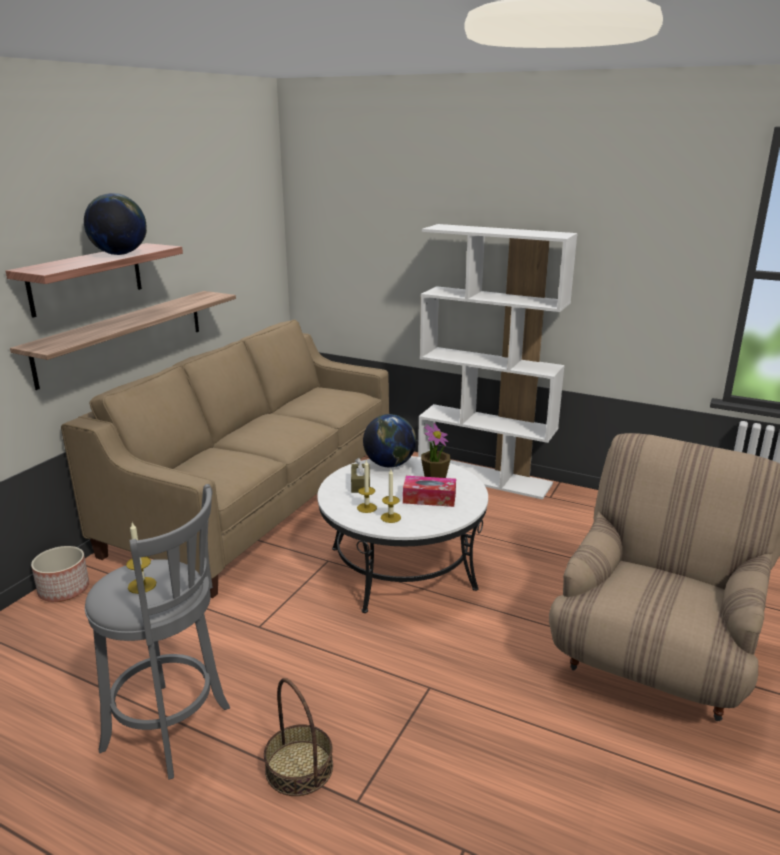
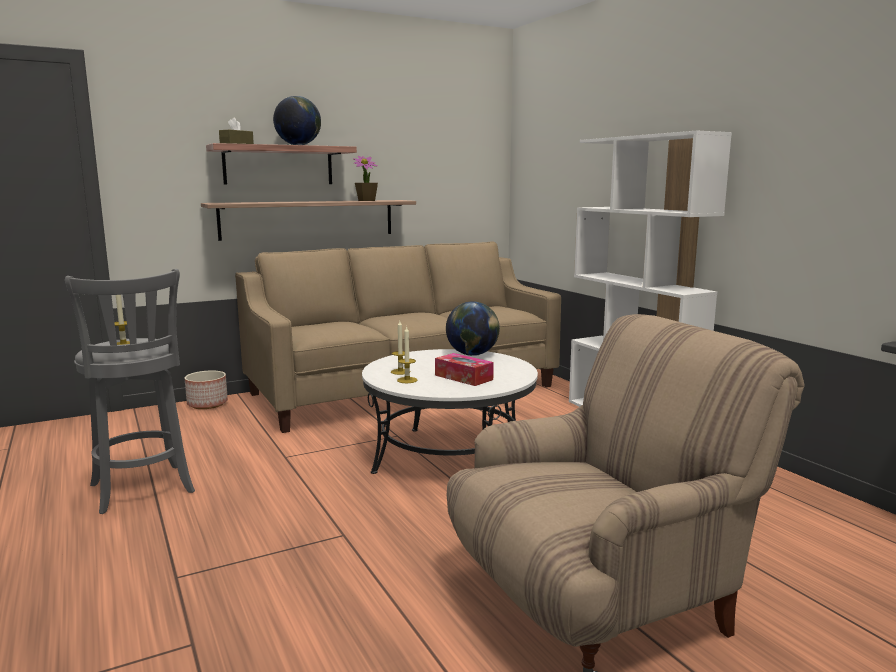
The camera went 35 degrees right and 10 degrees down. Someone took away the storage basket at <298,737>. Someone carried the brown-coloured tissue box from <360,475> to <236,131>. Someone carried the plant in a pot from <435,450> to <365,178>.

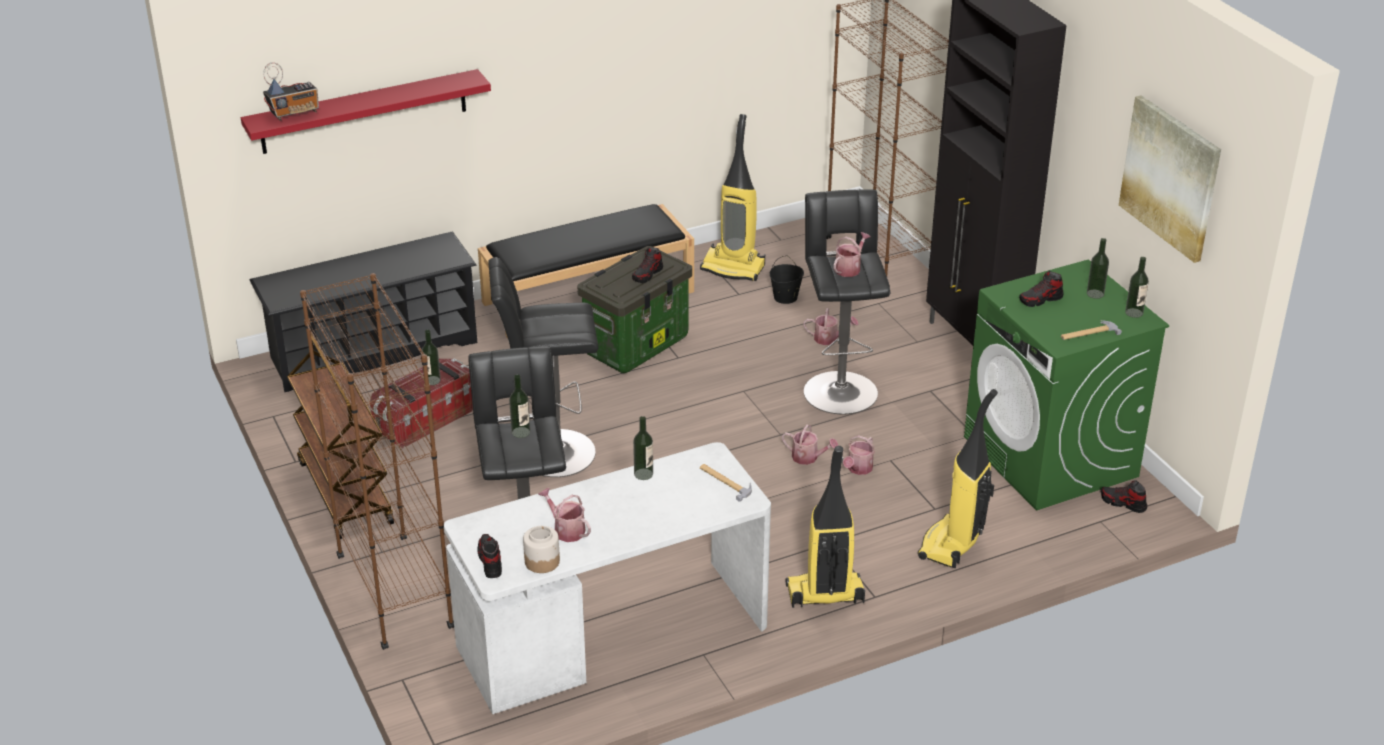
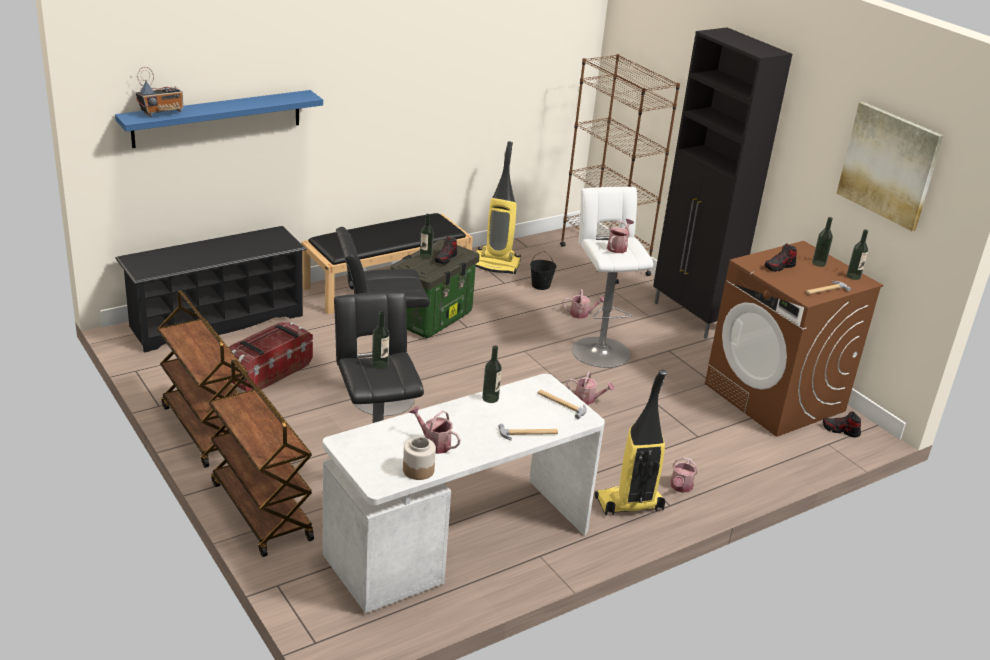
The camera went 10 degrees left and 5 degrees down. Someone repainted the reddish bracket shelf at <366,111>, which became the blue bracket shelf at <219,119>. Someone swapped the brown-coloured bookshelf at <377,461> for the brown-coloured wheeled cart at <261,458>. Someone carried the bottle from <431,357> to <426,236>. Someone took away the shoe at <489,556>. Someone repainted the blackish sitting stool at <847,301>, which became the white sitting stool at <612,277>. Someone carried the sprinkling can from <859,455> to <684,475>. Someone took away the vacuum at <958,478>. Someone repainted the greenish laundry appliance at <1066,384>, which became the brown-coloured laundry appliance at <794,339>. Someone put down the hammer at <528,432>.

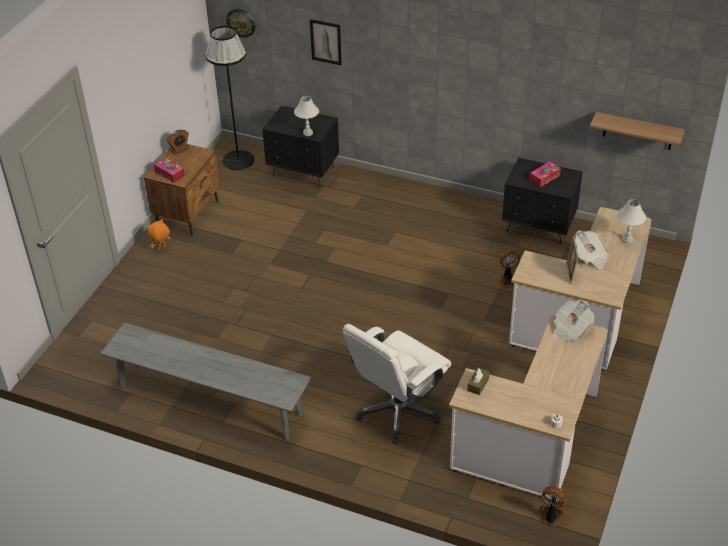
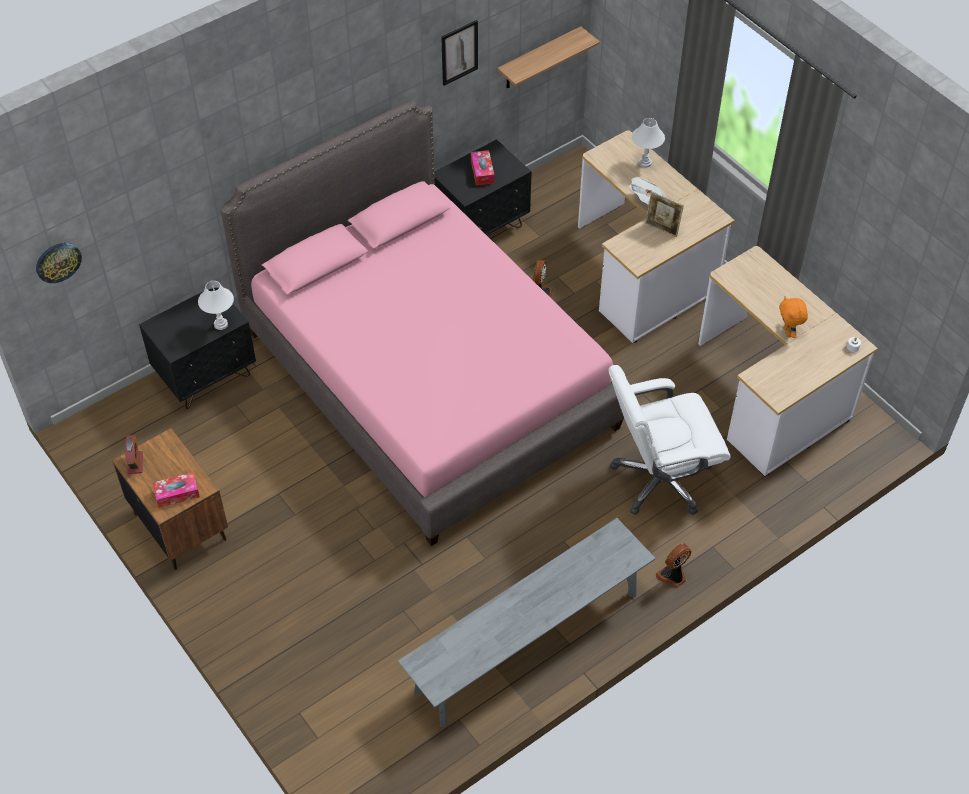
The camera went 60 degrees left and 10 degrees up. Someone carried the orange cuddly toy from <159,234> to <793,317>. Someone took away the blackish standard lamp at <229,98>. Someone carried the wall picture from <326,42> to <459,53>. Someone rotated the white desk chair at <397,384> by 90 degrees clockwise. Someone took away the brown-coloured tissue box at <478,381>. Someone carried the electric fan from <553,506> to <673,565>. Someone took away the daily paper at <574,321>. Someone put down the pink-coloured sleeping bed at <422,323>.

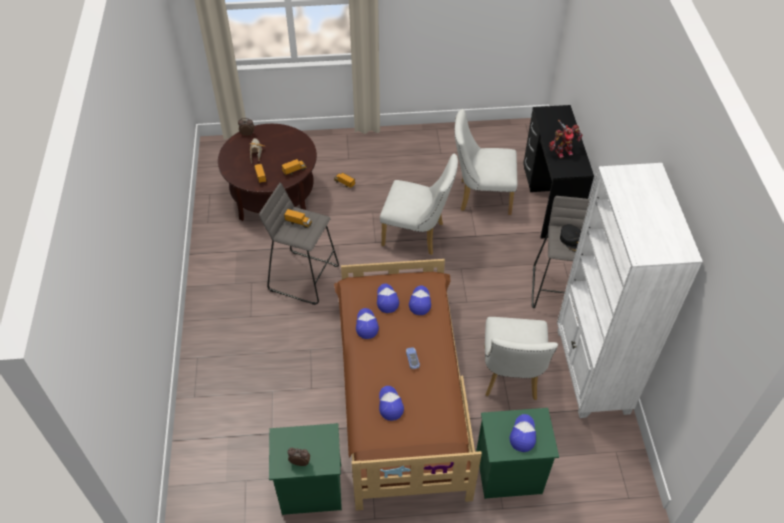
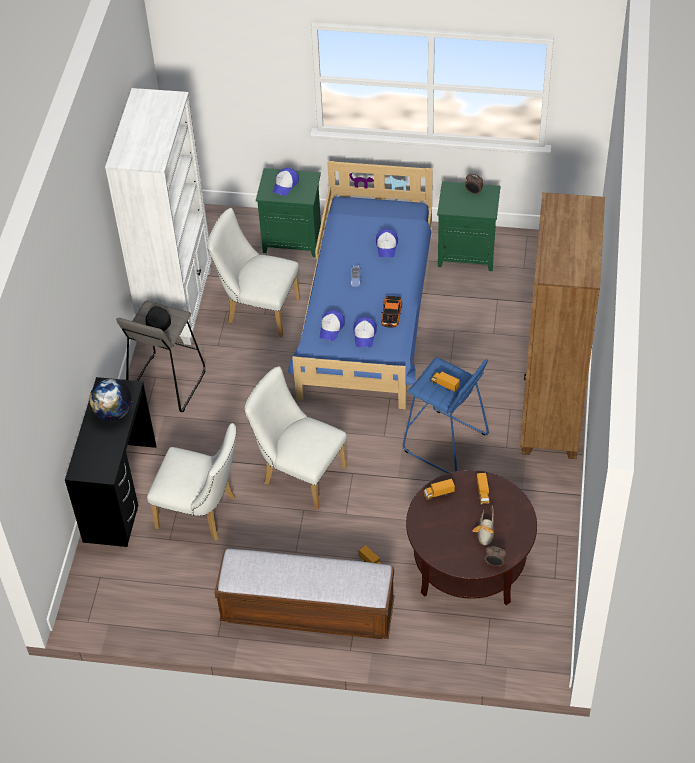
The camera went 165 degrees left and 0 degrees up. Someone repainted the gray sitting stool at <299,244>, which became the blue sitting stool at <446,415>. Someone repainted the brown-coloured sleeping bed at <408,385>, which became the blue sleeping bed at <360,285>. Someone swapped the baseball cap at <367,323> for the model car at <391,312>. Someone rotated the white plain chair at <521,358> by 90 degrees counterclockwise. Someone swapped the toy robot at <566,139> for the world globe at <110,400>. Someone put down the long seat at <304,594>. Someone put down the brown-coloured bookshelf at <562,325>.

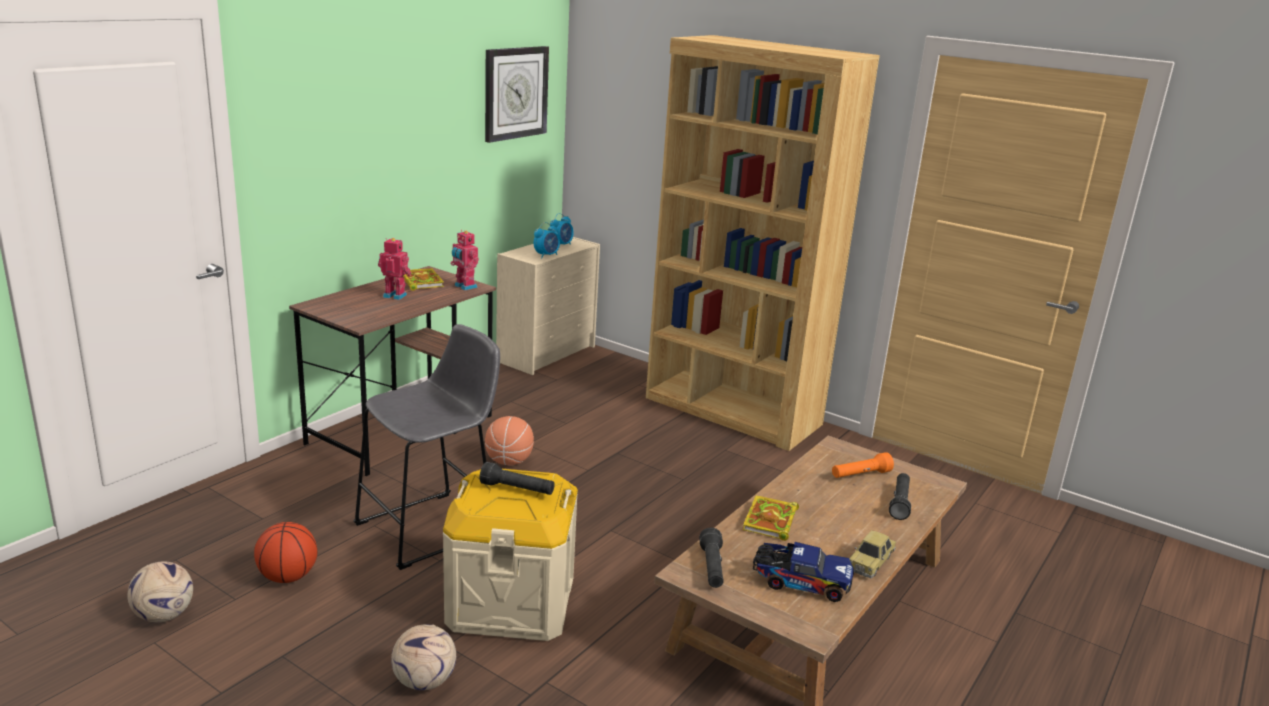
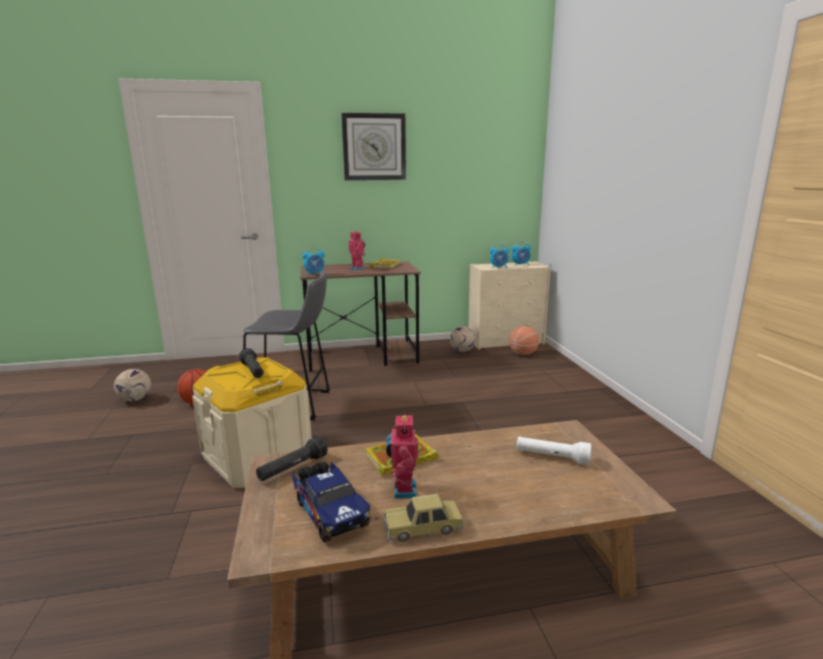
The camera went 45 degrees right and 5 degrees down. Someone carried the ball for football from <423,657> to <463,339>. Someone carried the toy robot from <465,260> to <402,455>. Someone carried the hanging clock from <517,94> to <373,146>. Someone carried the ball for basketball from <509,440> to <524,340>. Someone took away the brown-coloured bookshelf at <763,243>. Someone repainted the orange torch at <863,465>, which became the white torch at <554,451>. Someone took away the blackish torch at <900,496>. Someone put down the table clock at <313,261>.

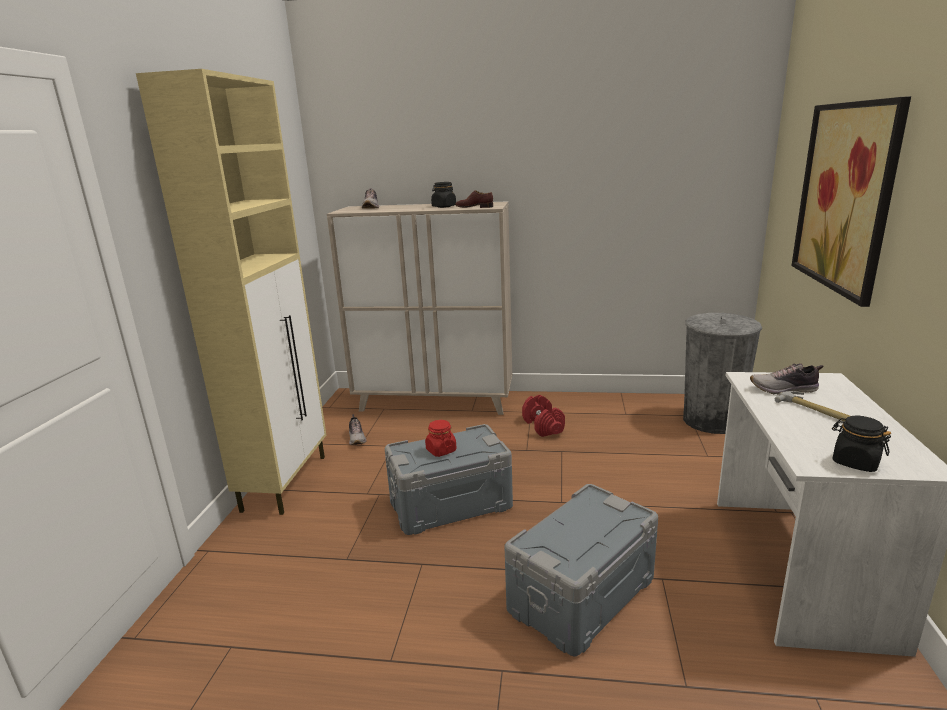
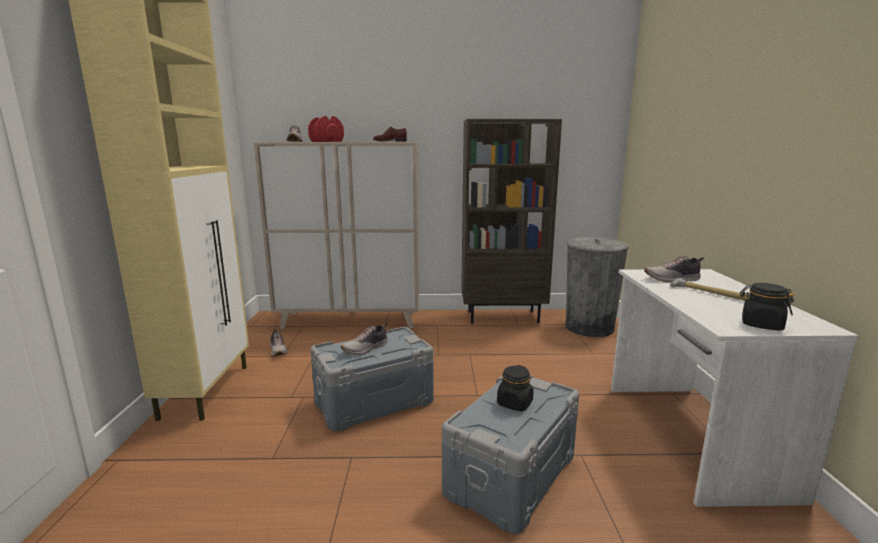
The camera went 10 degrees left and 5 degrees down. Someone swapped the reddish storage jar at <440,438> for the shoe at <364,339>. Someone carried the blackish storage jar from <443,195> to <515,388>. Someone carried the reddish dumbbell from <543,416> to <326,129>. Someone took away the wall picture at <851,201>. Someone put down the brown-coloured bookshelf at <511,221>.

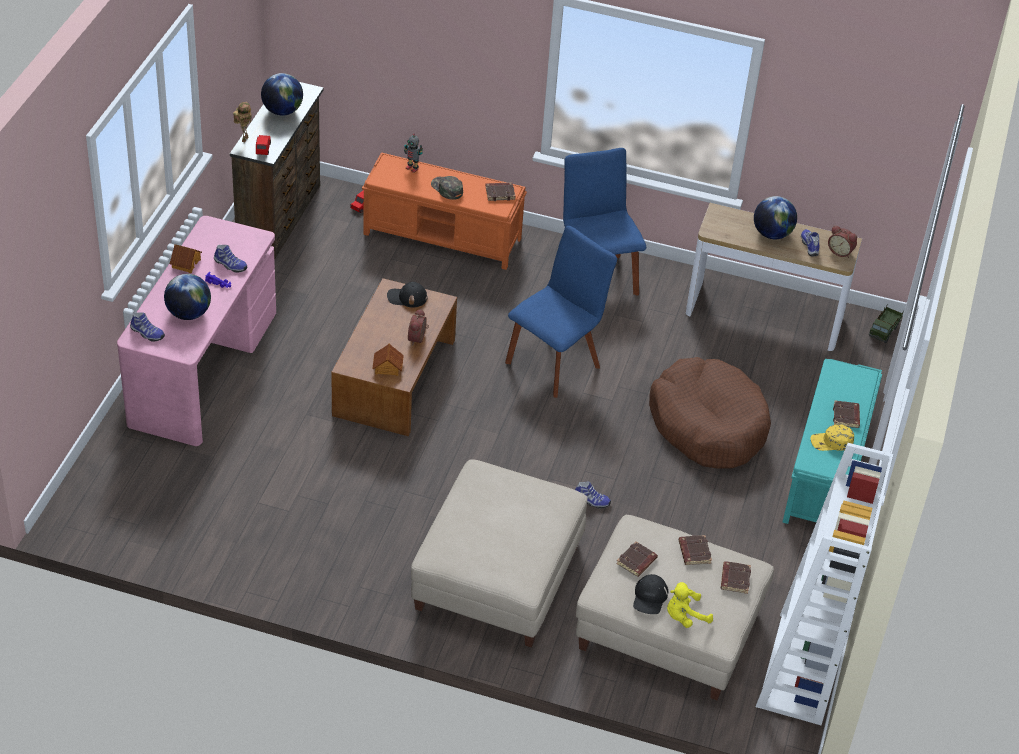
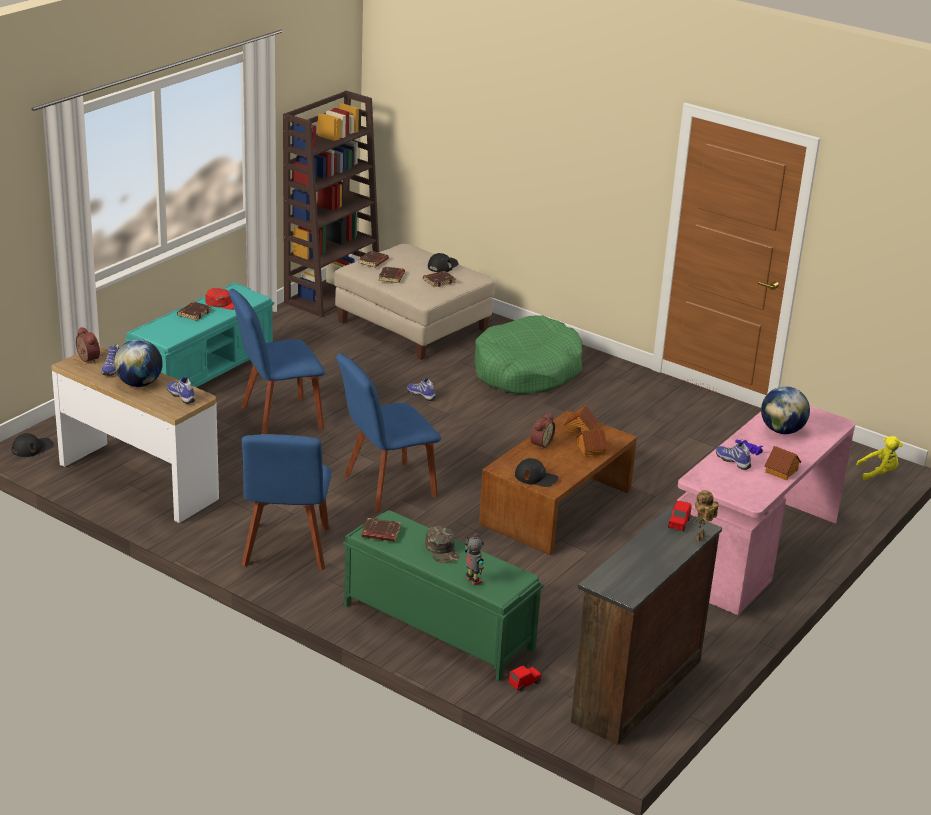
The camera went 160 degrees left and 15 degrees down. Someone carried the shoe from <147,327> to <181,390>. Someone took away the world globe at <282,94>. Someone repainted the orange long seat at <444,211>, which became the greenish long seat at <443,595>. Someone swapped the beige pouffe at <499,553> for the greenish pet bed at <528,355>. Someone swapped the brown-coloured pet bed at <710,412> for the blue plain chair at <277,361>. Someone carried the yellow cuddly toy from <690,605> to <879,458>. Someone repainted the white bookshelf at <825,584>, which became the brown-coloured bookshelf at <331,204>. Someone repainted the yellow baseball cap at <832,437>, which became the reddish baseball cap at <220,299>. Someone swapped the model truck at <886,324> for the blackish baseball cap at <32,445>. Someone put down the miniature house at <592,443>.

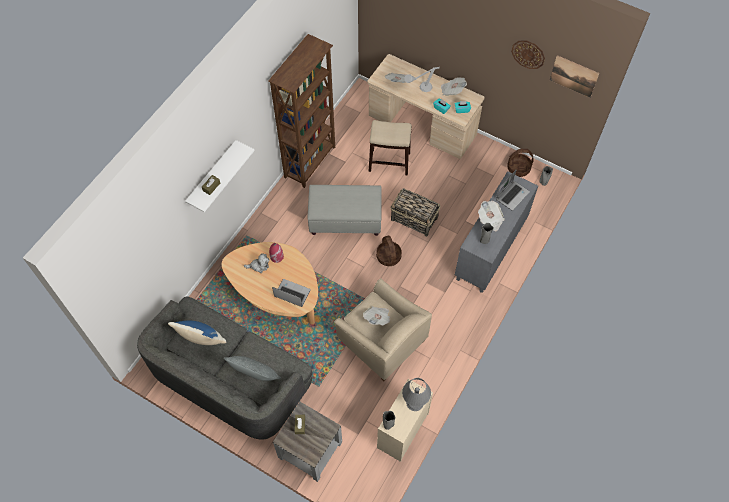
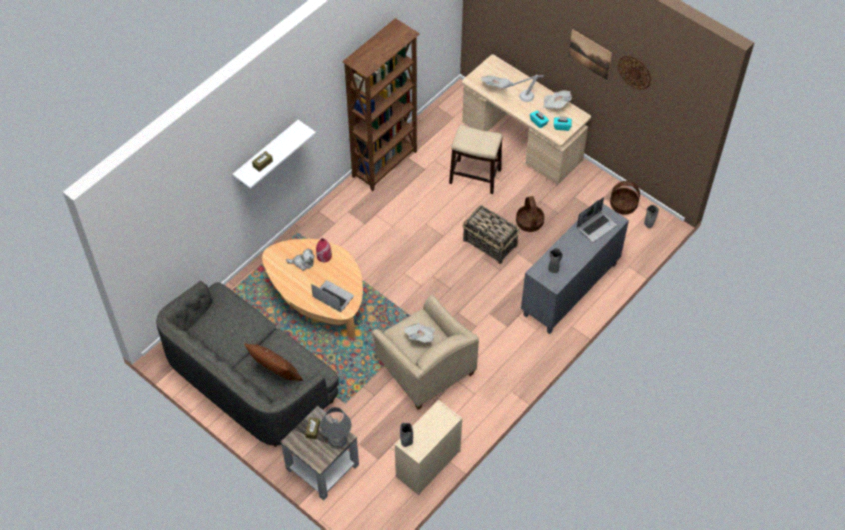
The camera went 10 degrees right and 5 degrees down. Someone took away the blue pillow at <197,333>. Someone repainted the gray pillow at <252,368>, which became the brown-coloured pillow at <273,362>. Someone took away the gray pouffe at <344,210>. Someone carried the storage basket from <389,251> to <530,214>. Someone carried the gray tabletop lamp from <416,394> to <336,428>. Someone took away the daily paper at <491,216>. Someone carried the wall picture from <574,76> to <590,54>.

